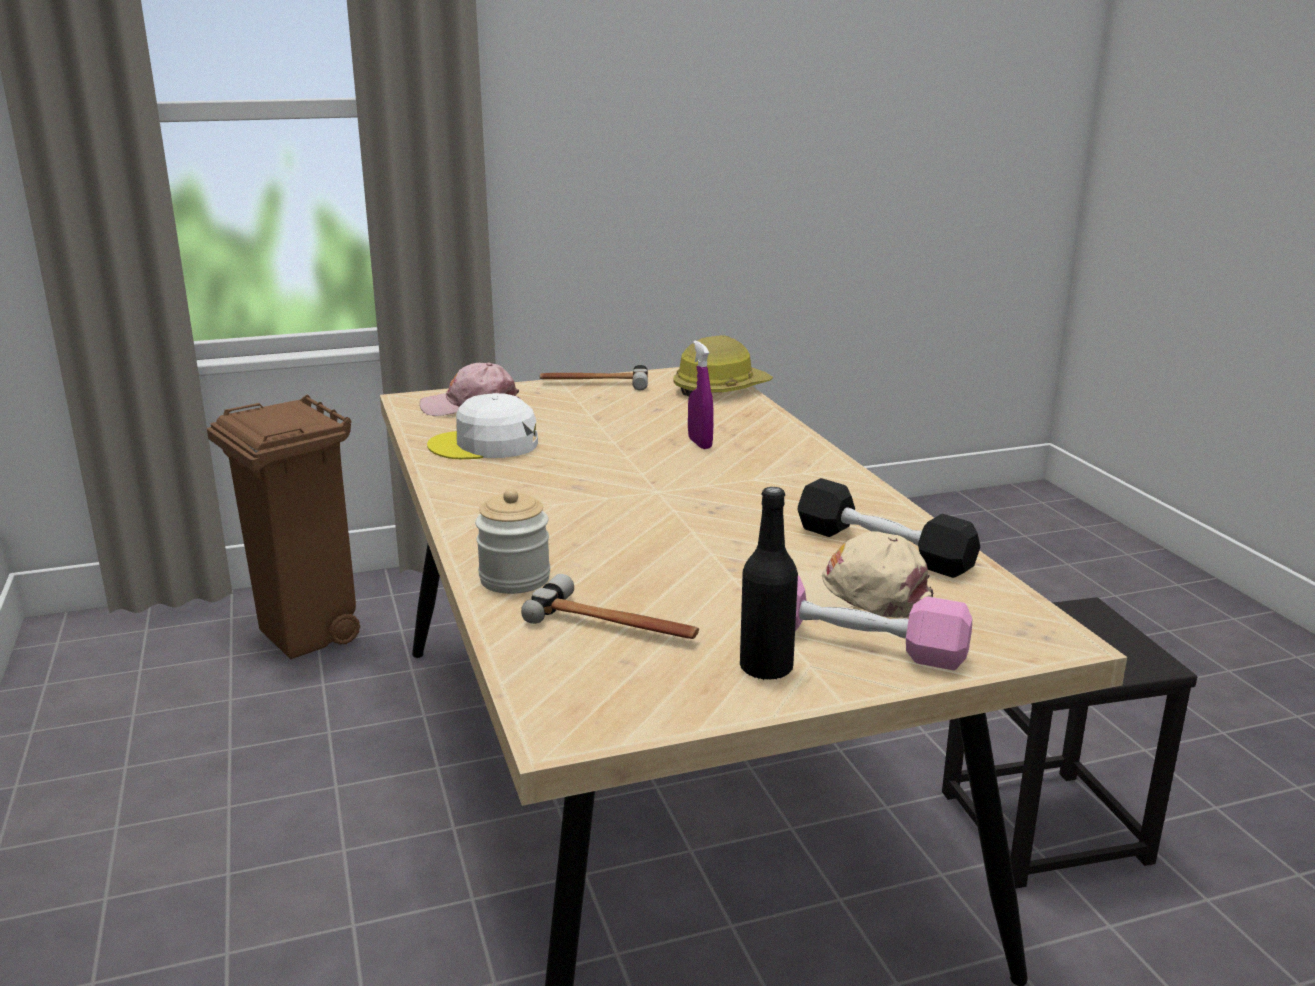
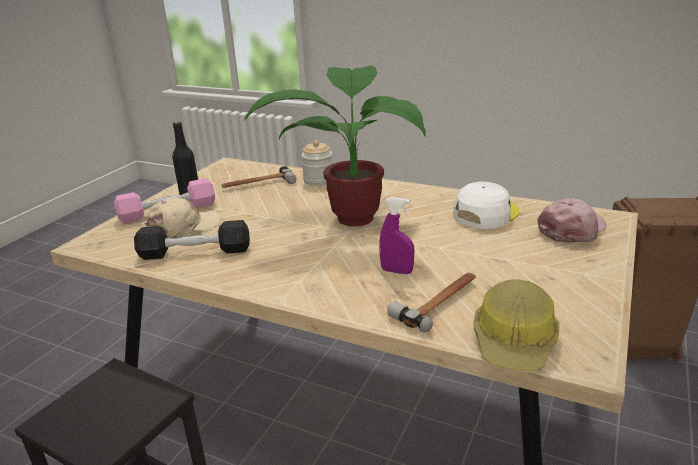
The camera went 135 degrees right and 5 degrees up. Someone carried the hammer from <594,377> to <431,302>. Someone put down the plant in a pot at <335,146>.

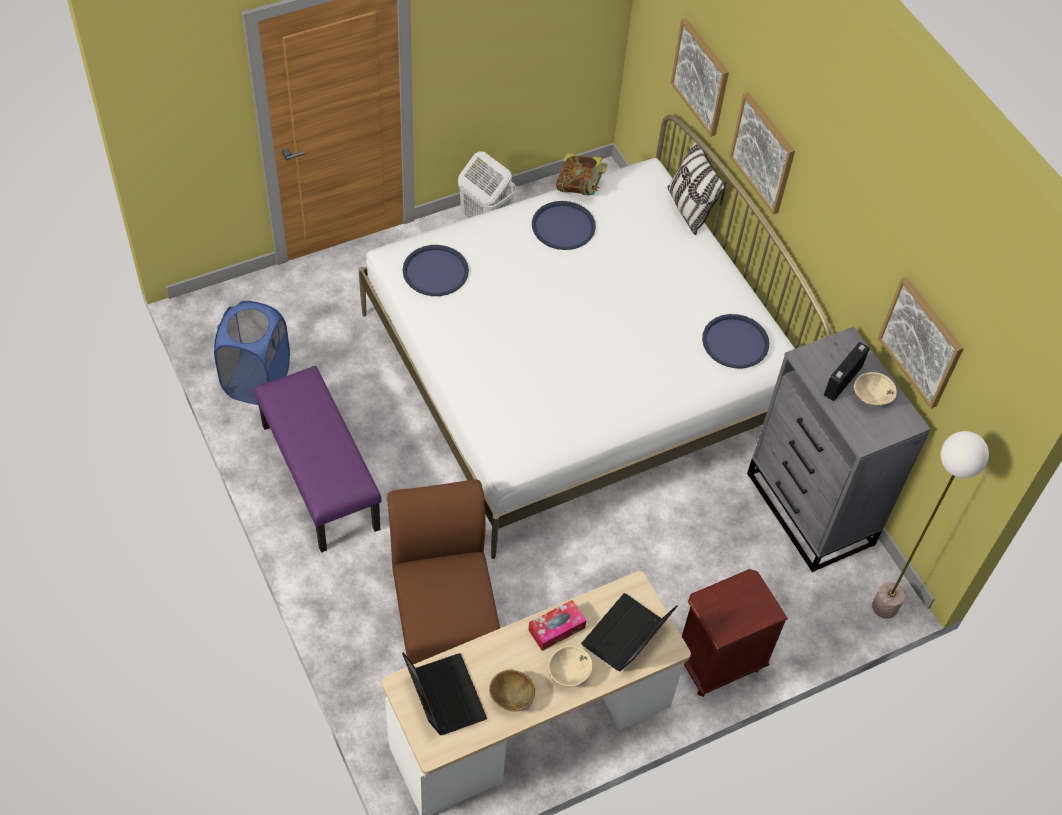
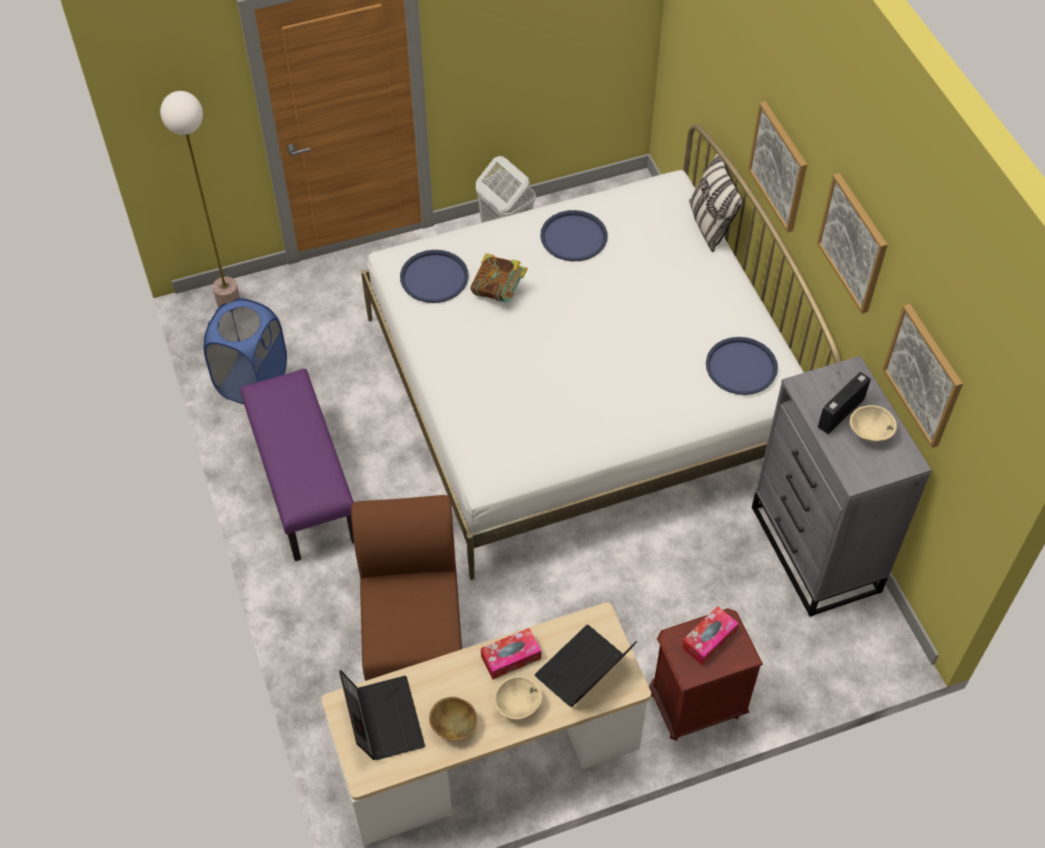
The camera went 10 degrees right and 0 degrees up. Someone carried the volume from <582,174> to <499,277>. Someone carried the wall picture from <700,77> to <852,243>. Someone carried the standard lamp from <930,525> to <200,199>. Someone put down the tissue box at <710,635>.

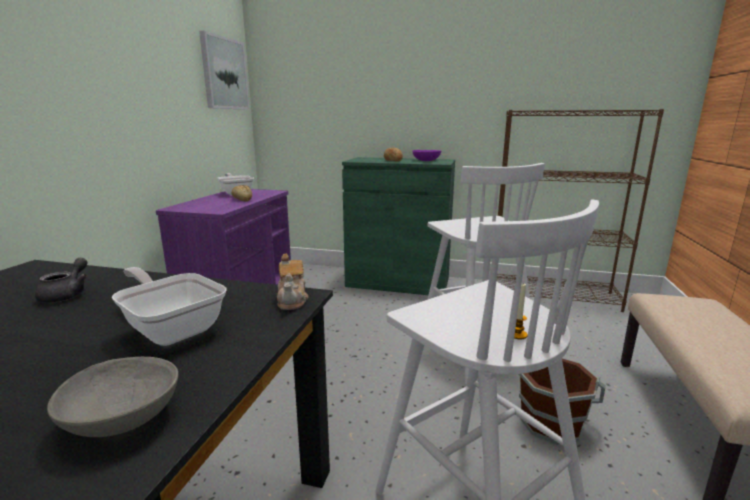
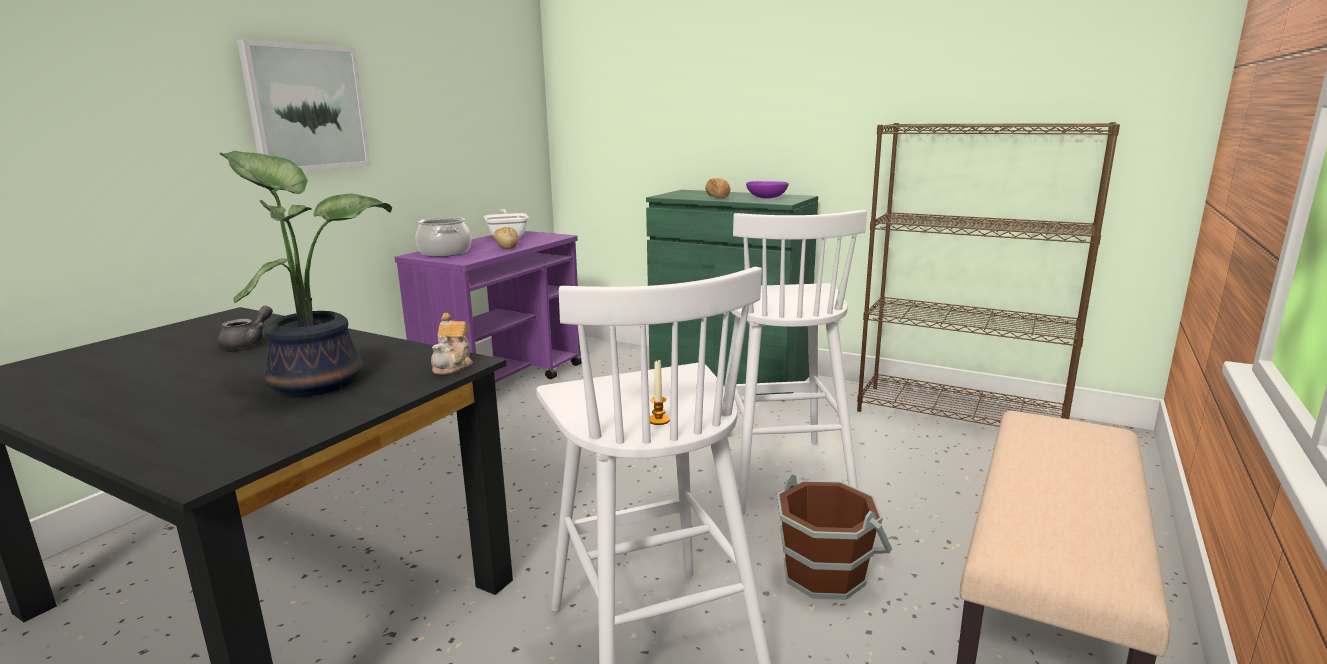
The camera went 15 degrees right and 0 degrees up. Someone took away the gray serving bowl at <112,397>. Someone swapped the skillet at <169,306> for the plant in a pot at <306,274>. Someone carried the wall picture from <224,70> to <304,105>. Someone put down the cooking pot at <444,237>.

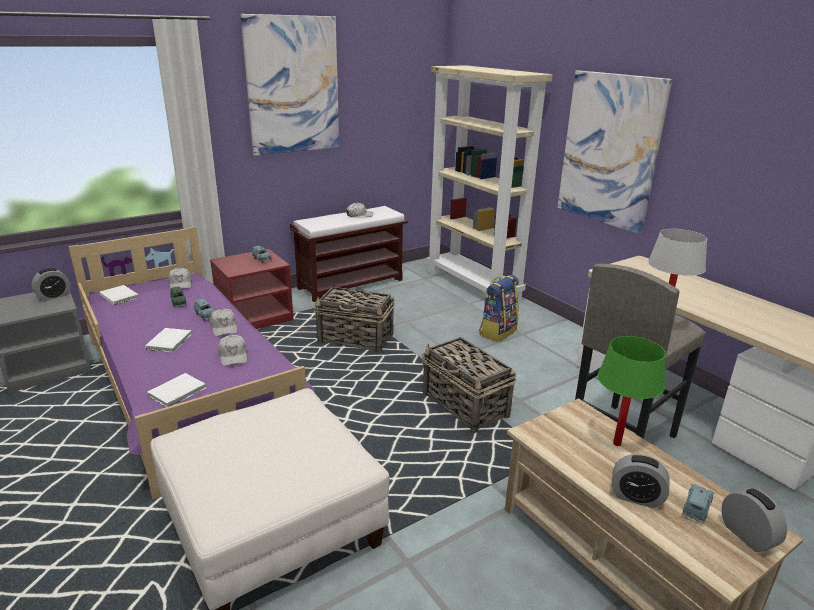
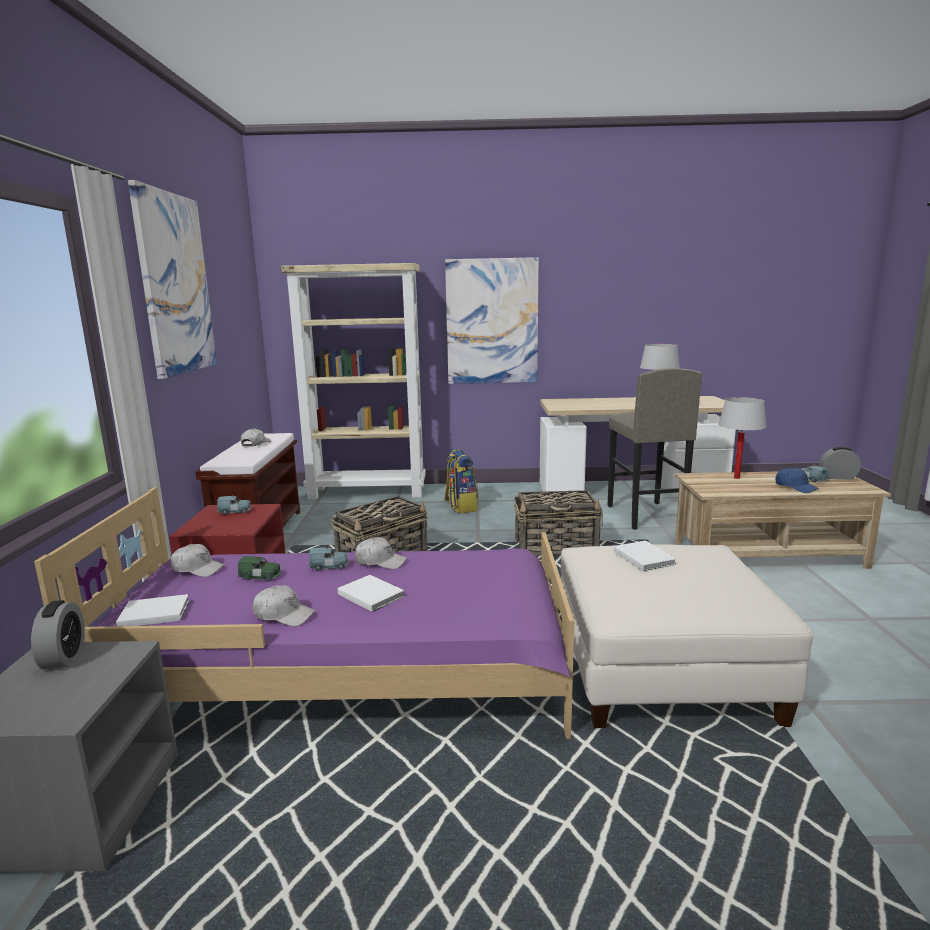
The camera went 55 degrees left and 10 degrees down. Someone carried the white volume from <176,390> to <645,556>. Someone carried the white baseball cap from <232,350> to <284,605>. Someone repainted the greenish tabletop lamp at <632,391>, which became the white tabletop lamp at <742,438>. Someone swapped the table clock at <640,481> for the blue baseball cap at <797,480>.

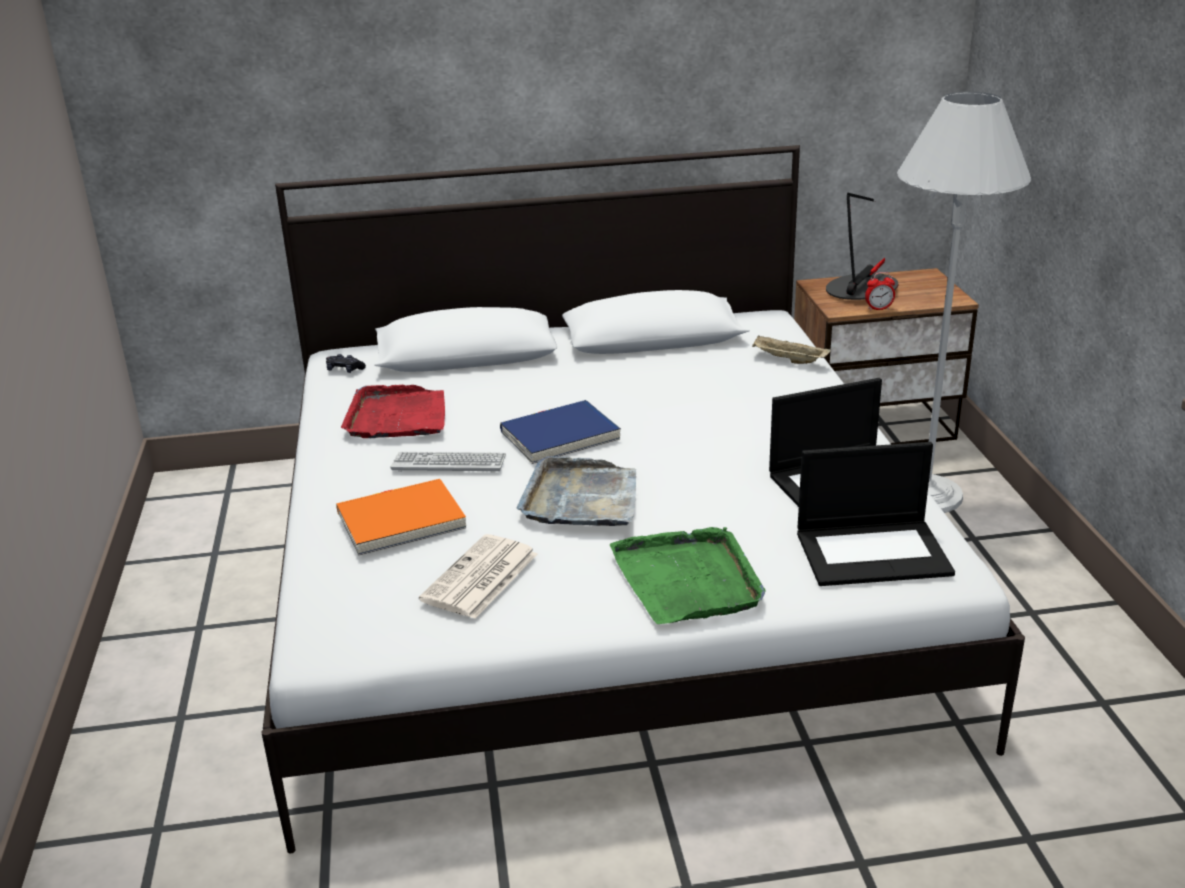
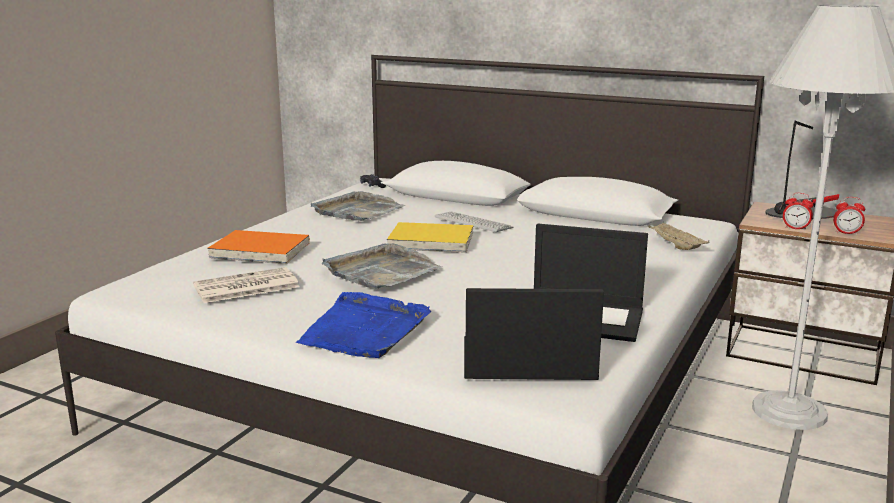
The camera went 35 degrees right and 10 degrees down. Someone repainted the reddish carrying tray at <393,411>, which became the gray carrying tray at <358,206>. Someone carried the computer keyboard from <448,462> to <474,222>. Someone repainted the blue volume at <560,432>, which became the yellow volume at <430,237>. Someone repainted the greenish carrying tray at <688,575>, which became the blue carrying tray at <363,325>. Someone rotated the portable computer at <876,514> by 150 degrees clockwise. Someone put down the table clock at <849,216>.

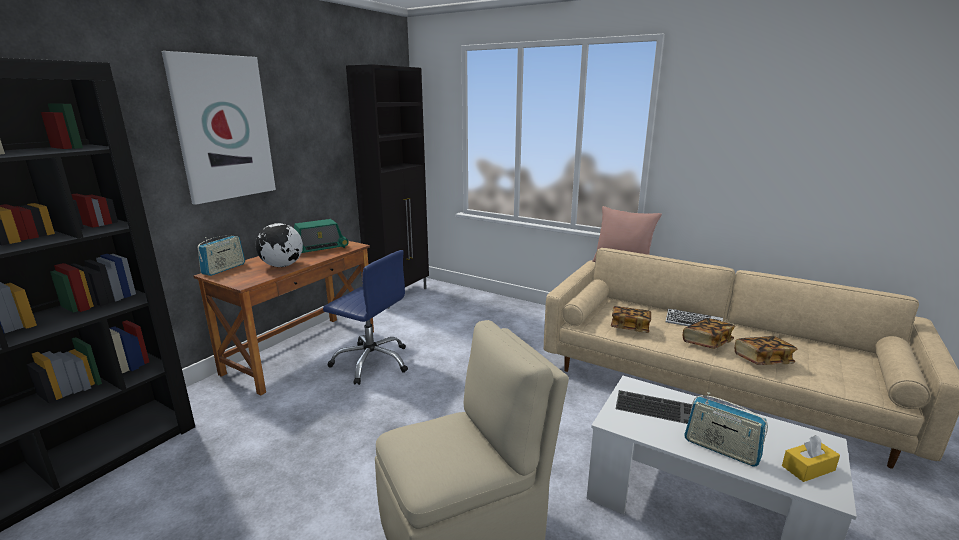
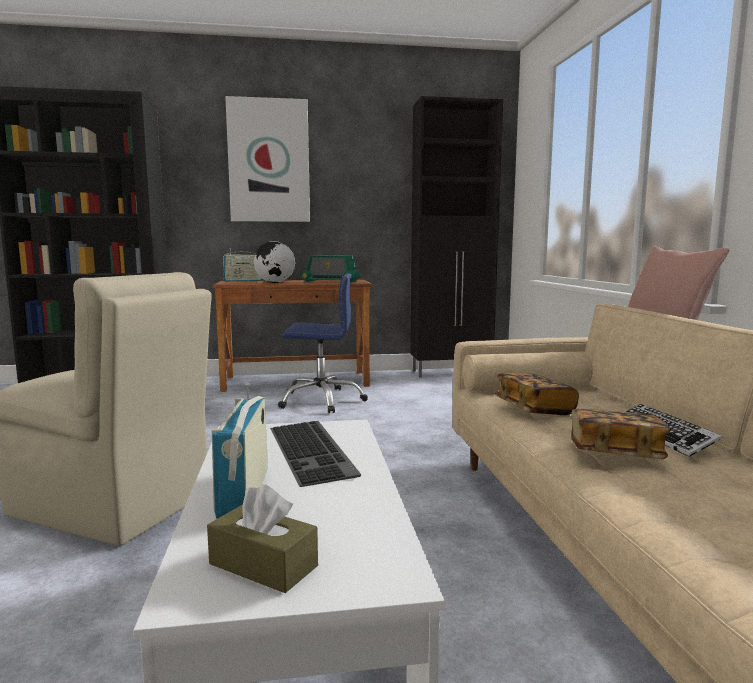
The camera went 50 degrees right and 10 degrees down. Someone rotated the blue desk chair at <365,317> by 75 degrees counterclockwise. Someone took away the volume at <766,350>. Someone repainted the yellow tissue box at <811,458>, which became the brown-coloured tissue box at <262,538>.

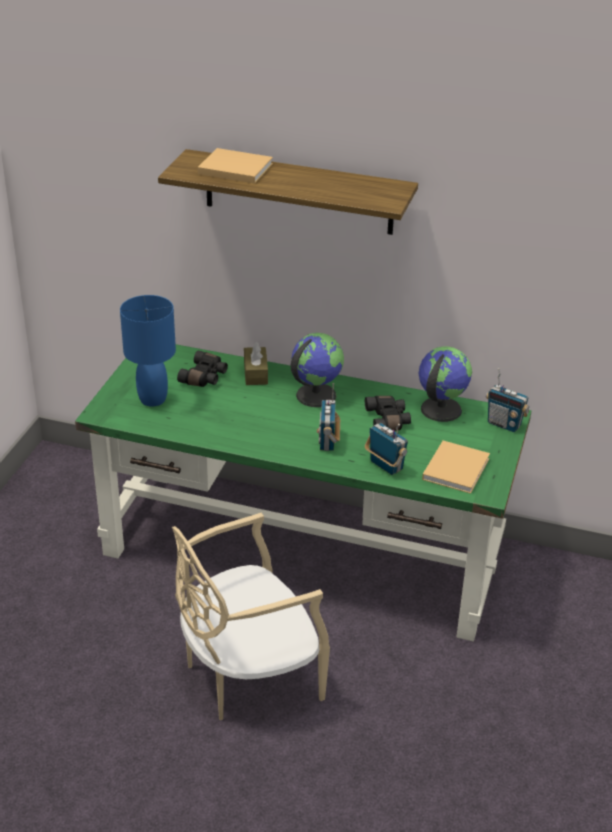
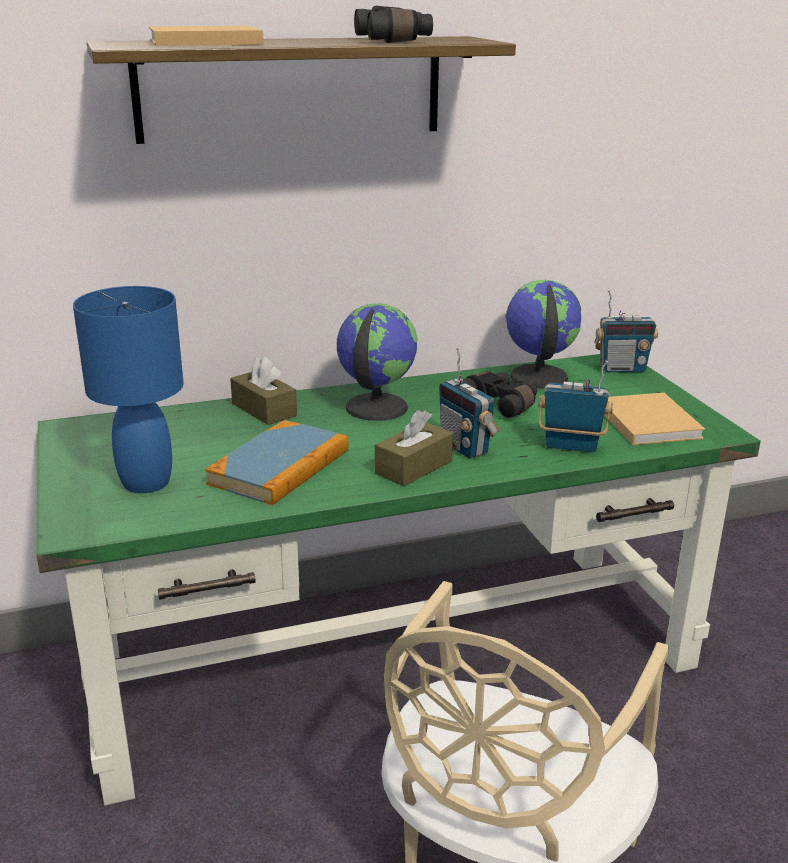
The camera went 35 degrees left and 10 degrees down. Someone carried the blackish pair of binoculars from <202,369> to <393,24>. Someone put down the volume at <277,462>. Someone put down the brown-coloured tissue box at <414,448>.

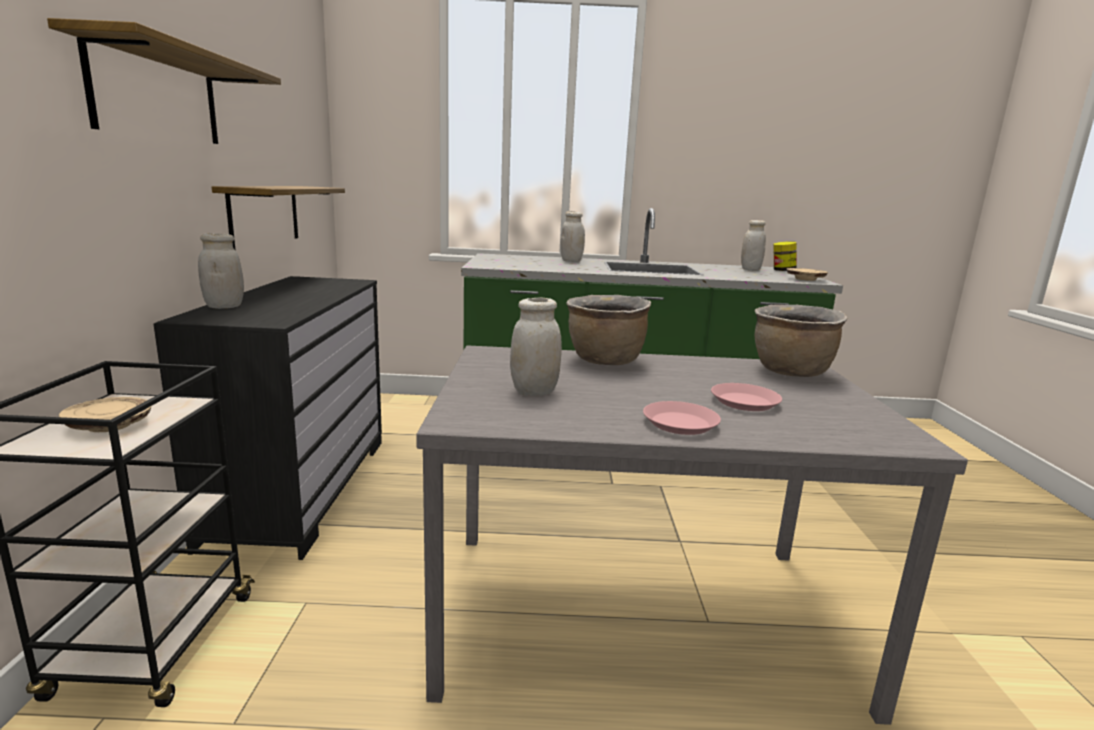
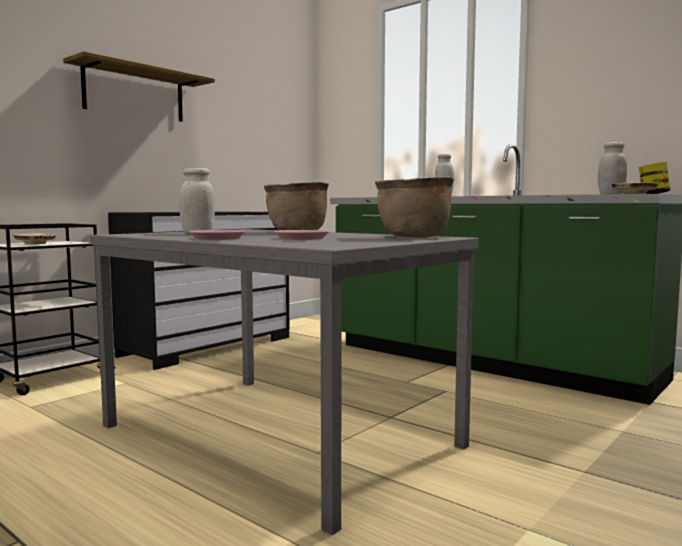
The camera went 40 degrees right and 10 degrees down. Someone took away the white storage jar at <221,271>. Someone took away the bracket shelf at <278,218>.

